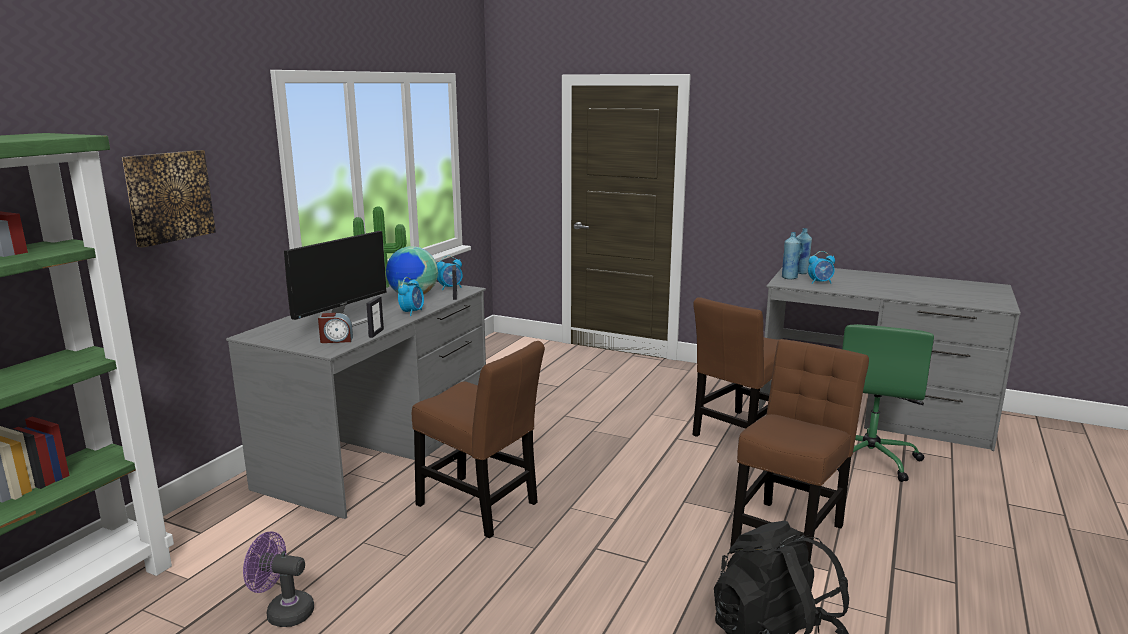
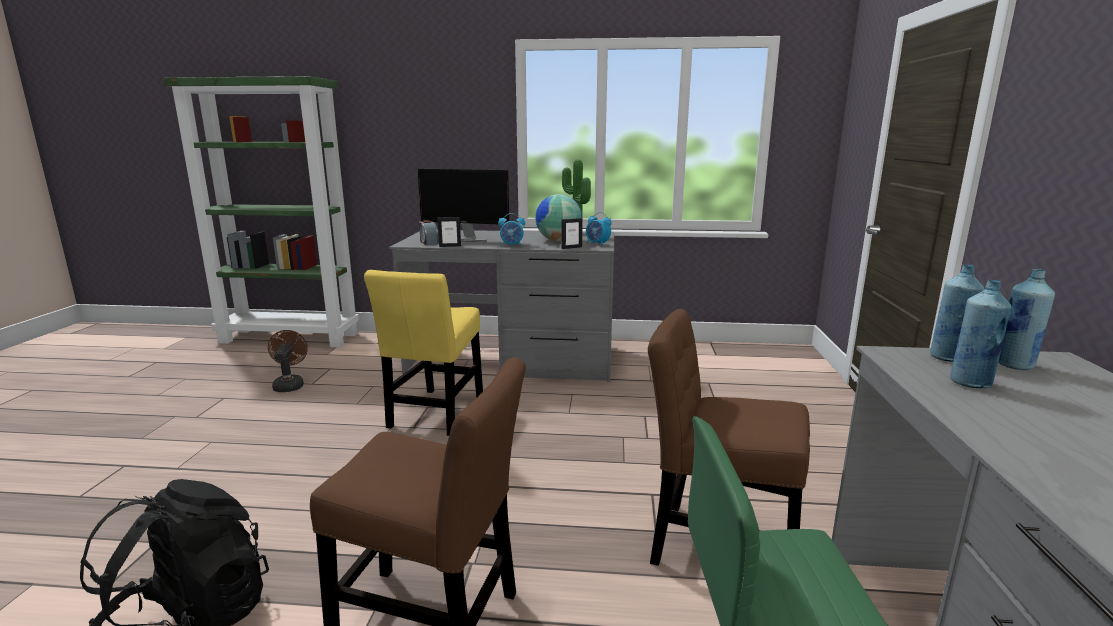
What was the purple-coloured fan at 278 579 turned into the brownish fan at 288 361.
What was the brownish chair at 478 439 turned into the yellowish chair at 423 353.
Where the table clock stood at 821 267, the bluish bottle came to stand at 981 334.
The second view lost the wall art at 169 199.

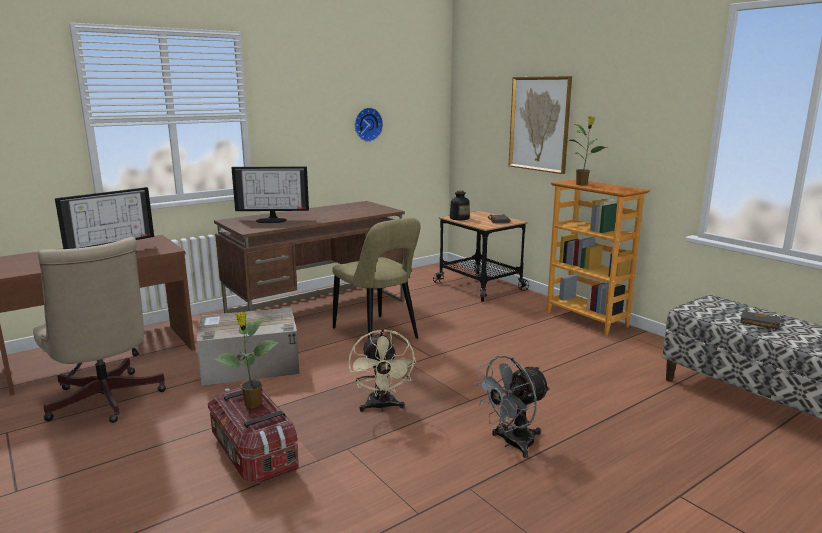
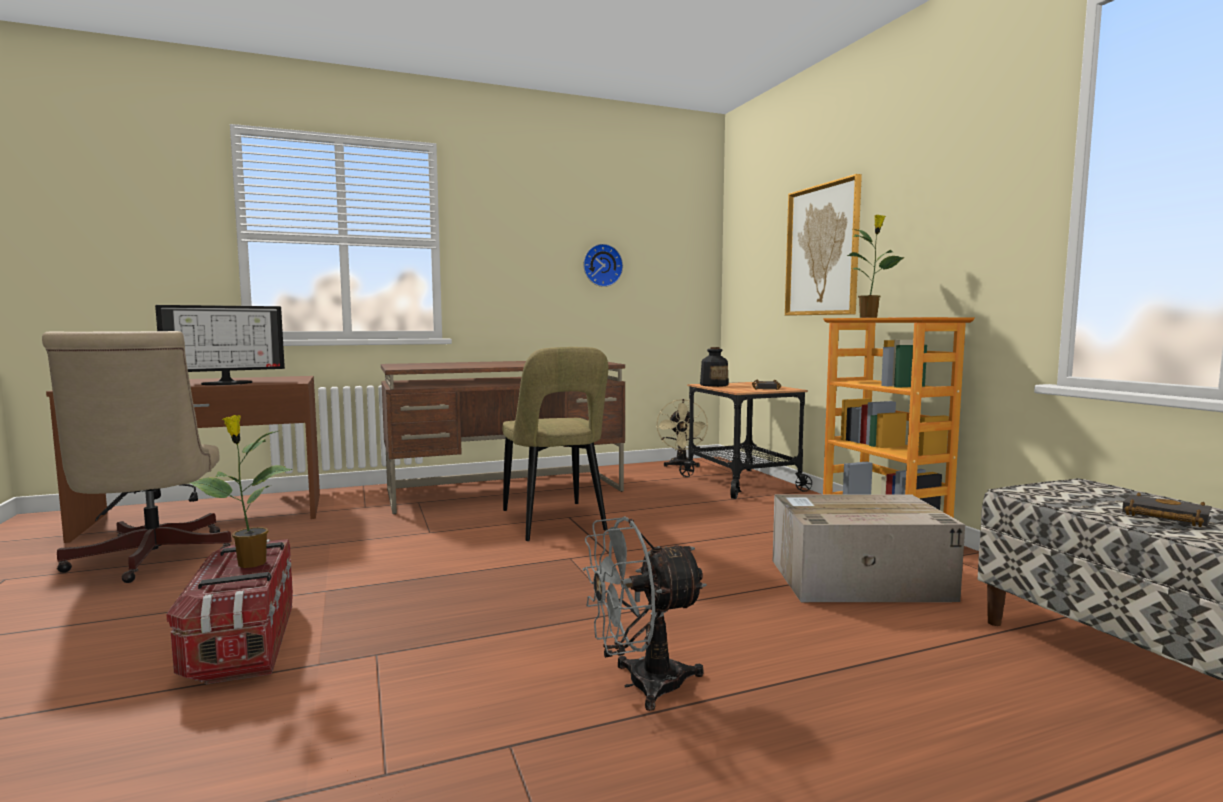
The beige fan ended up elsewhere, having gone from 382 370 to 682 433.
The cardboard box ended up elsewhere, having gone from 248 347 to 869 548.
The second view lost the computer display at 270 195.

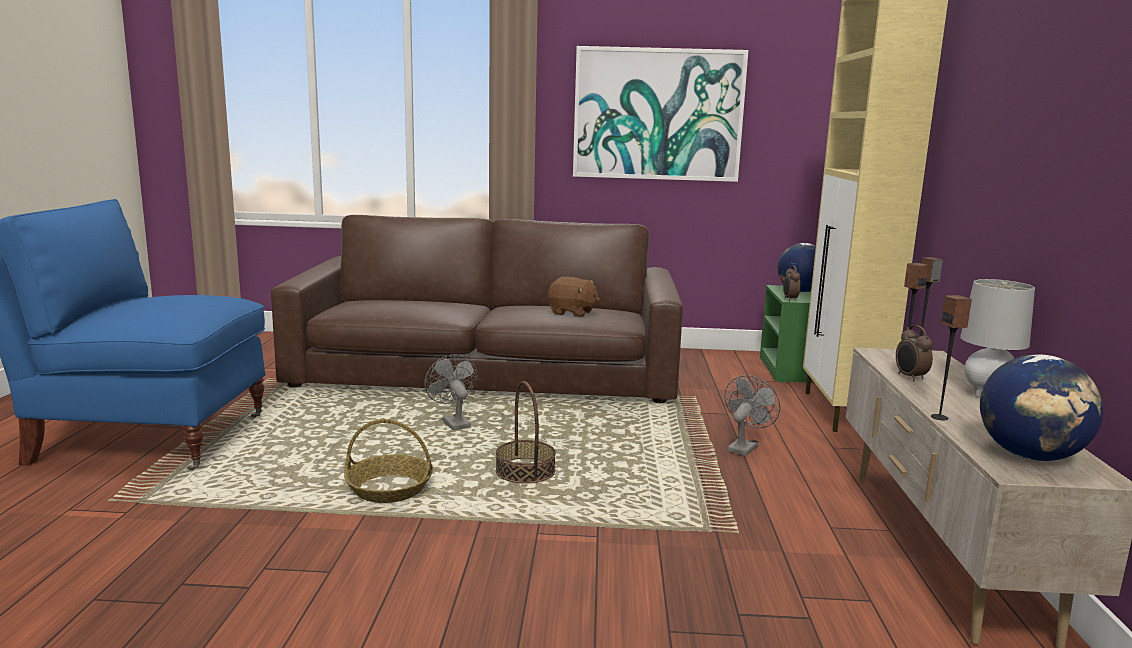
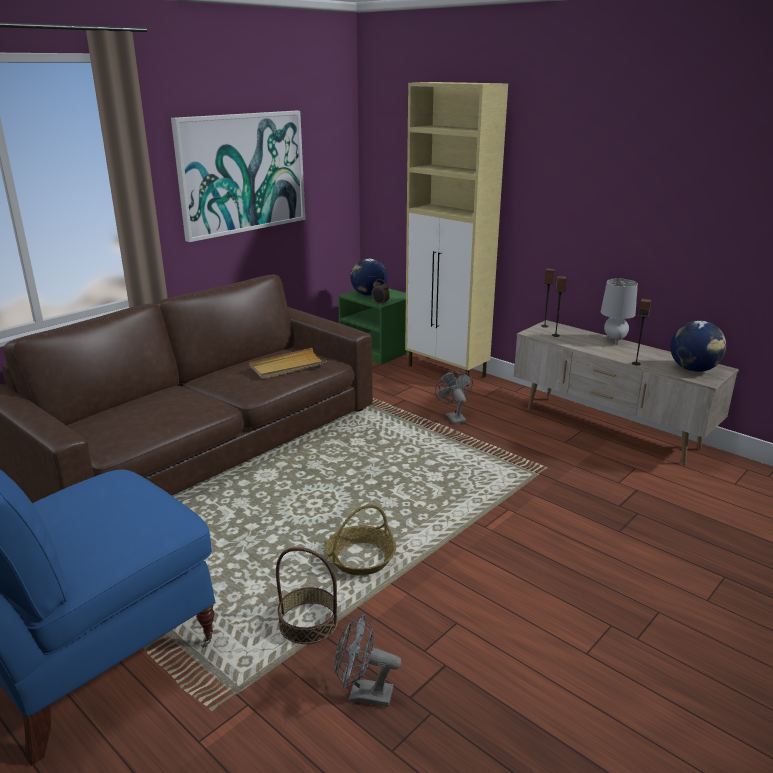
Where the brownish plush toy stood at 574 297, the beige carrying tray came to stand at 288 363.
The basket ended up elsewhere, having gone from 526 432 to 307 595.
The greyish fan ended up elsewhere, having gone from 451 392 to 368 660.
The second view lost the table clock at 914 353.

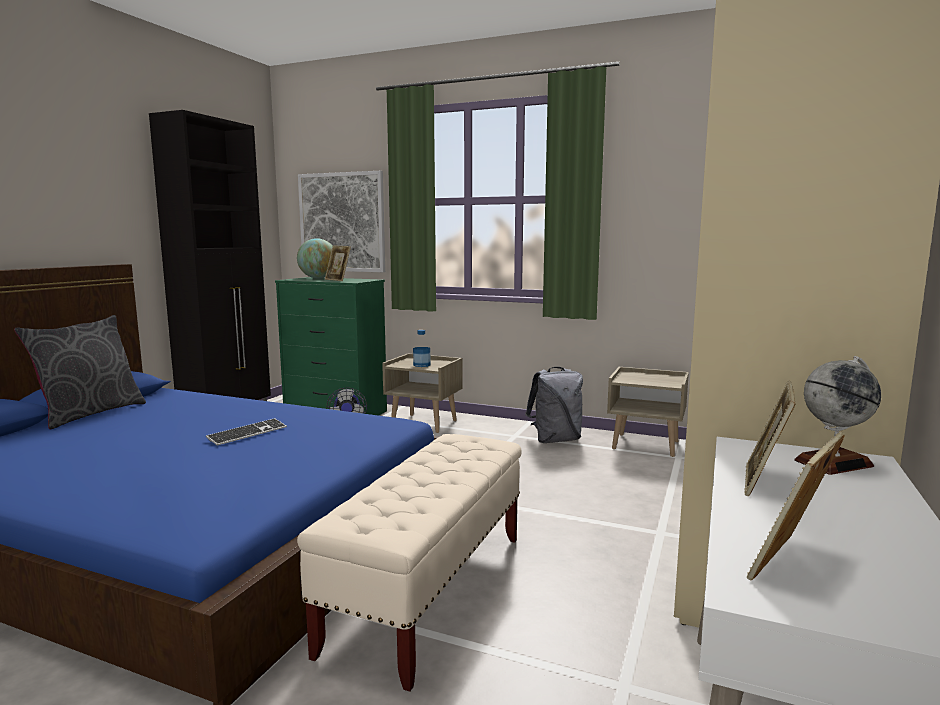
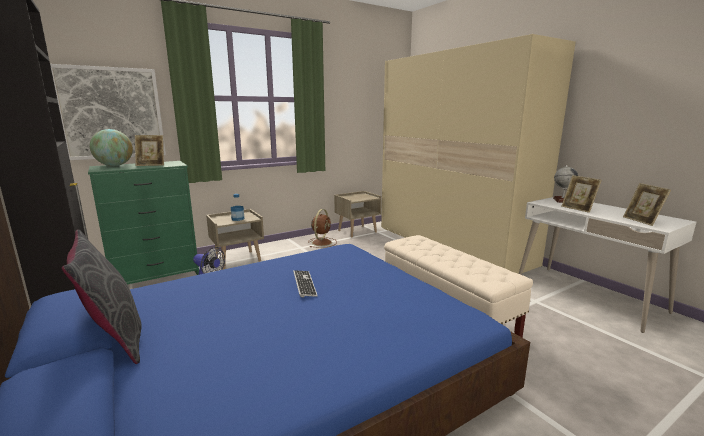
Where the greyish rucksack stood at 554 405, the brownish fan came to stand at 322 228.

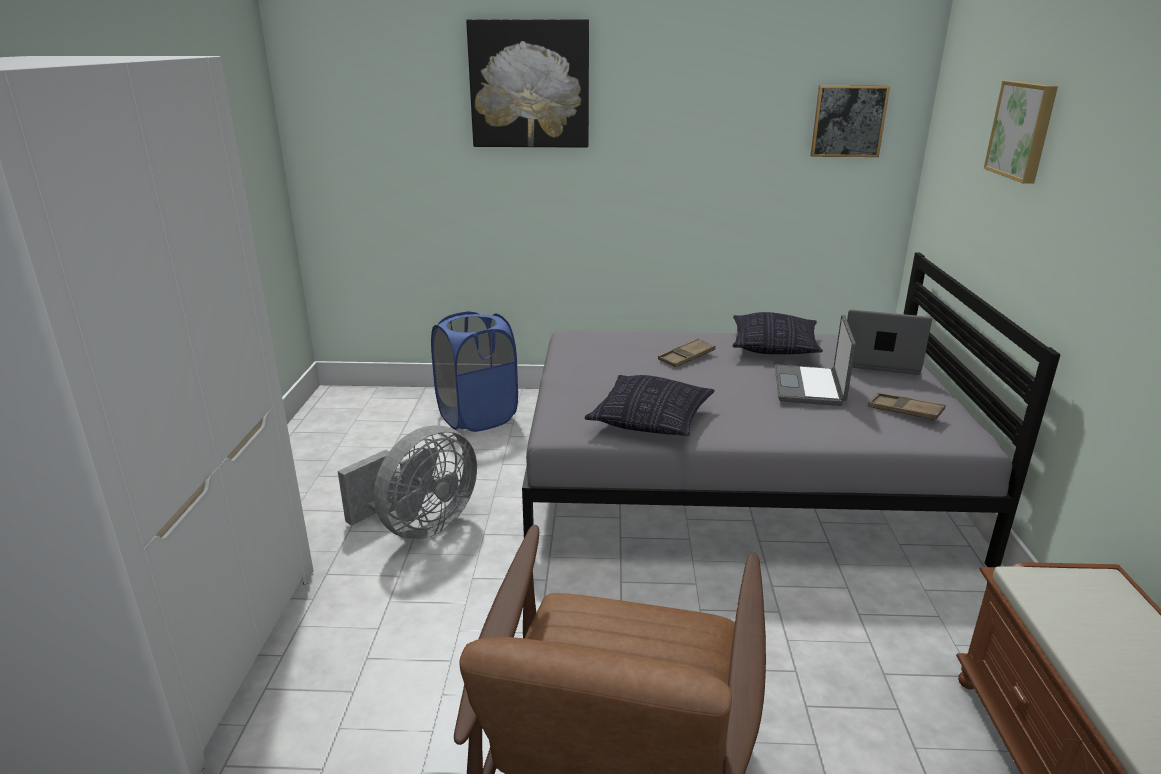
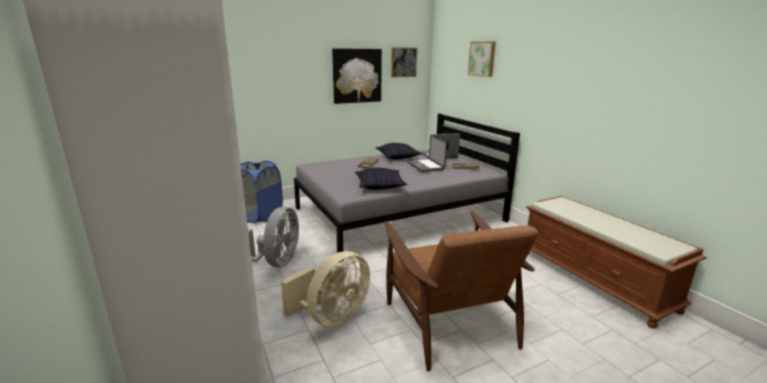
The second view gained the beige fan at 325 289.
The wall art ended up elsewhere, having gone from 527 83 to 357 76.

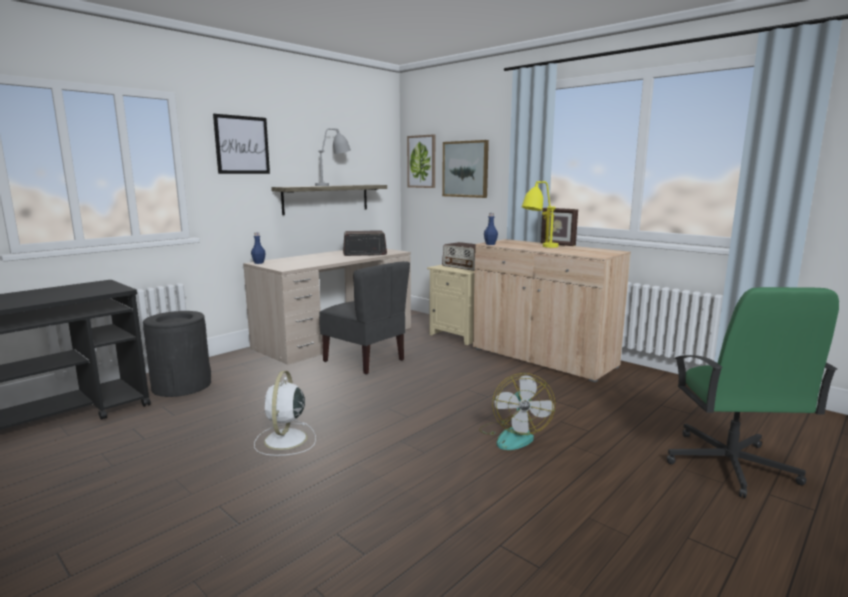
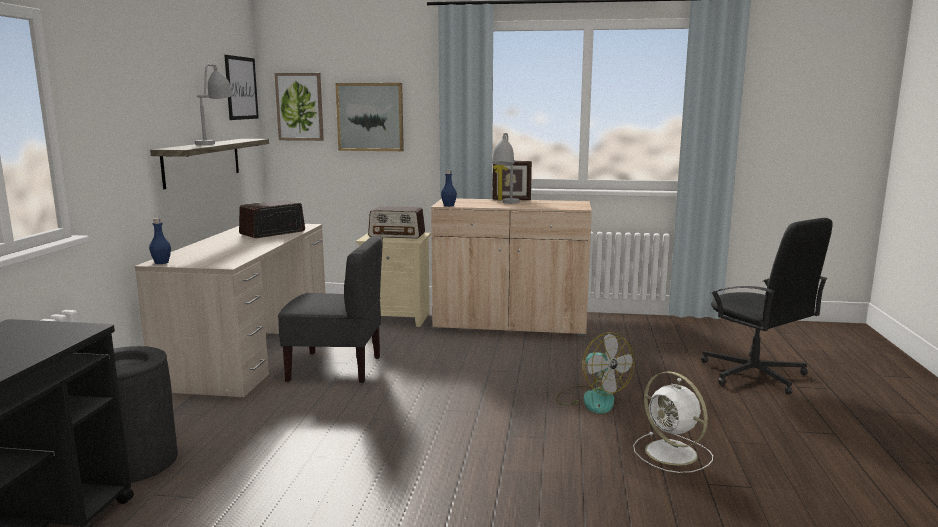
The wall art ended up elsewhere, having gone from 241 144 to 241 87.
What was the yellowish lamp for a table at 540 214 turned into the greyish lamp for a table at 505 168.
The whitish fan ended up elsewhere, having gone from 285 413 to 673 422.
What was the green-coloured desk chair at 753 392 turned into the black desk chair at 766 306.

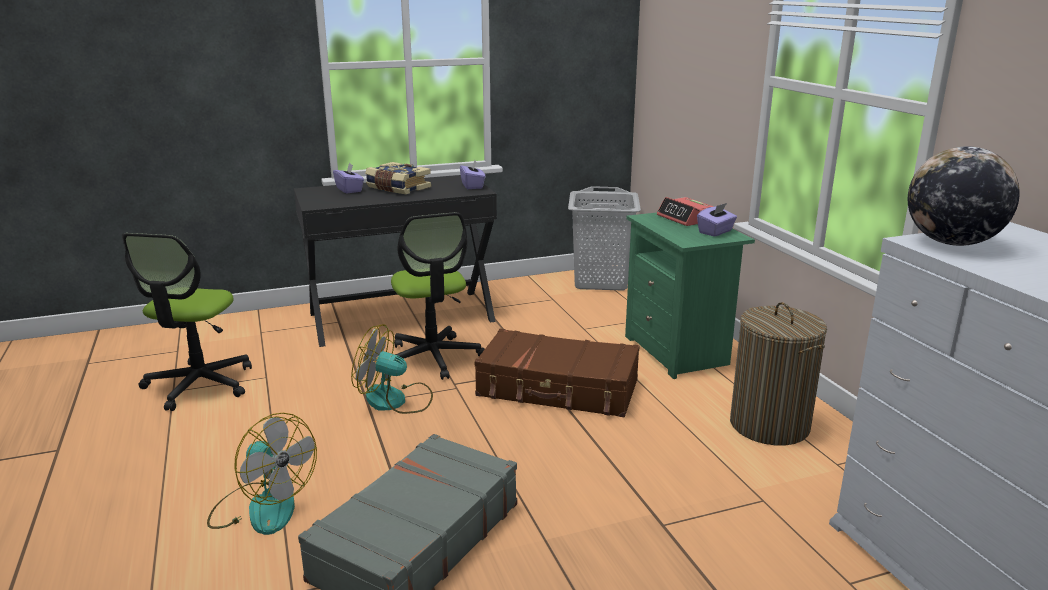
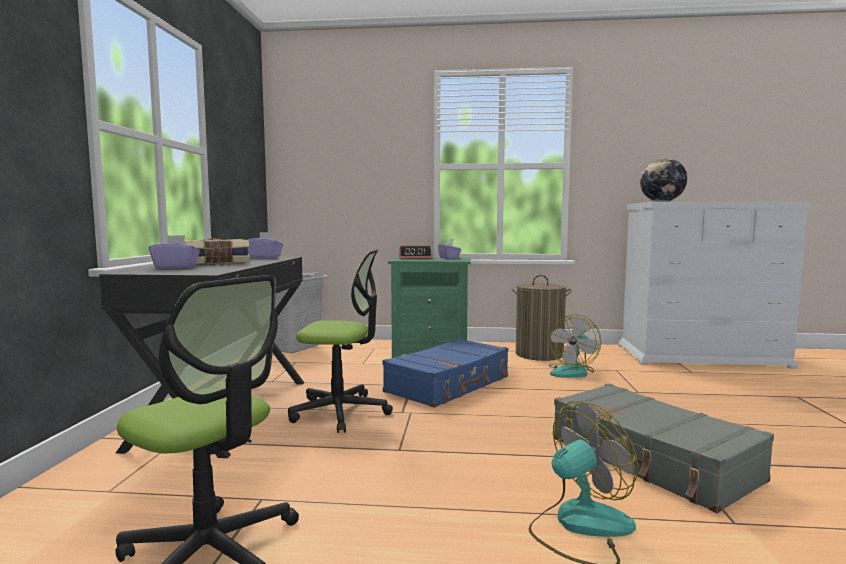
What was the brownish travel case at 557 373 turned into the bluish travel case at 445 373.
The fan ended up elsewhere, having gone from 392 369 to 575 346.

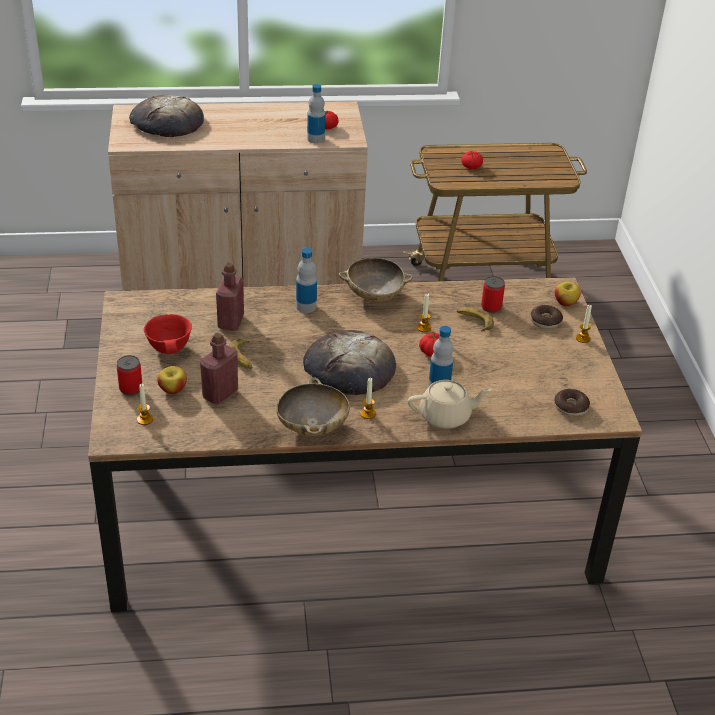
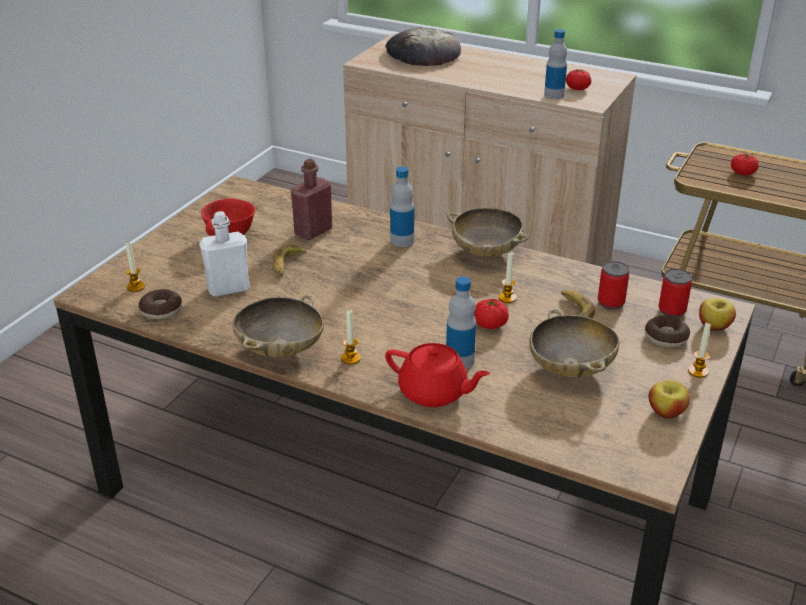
The donut ended up elsewhere, having gone from 572 402 to 160 304.
What was the red bottle at 219 368 turned into the whitish bottle at 224 254.
What was the beige teapot at 450 404 turned into the red teapot at 437 375.
The second view gained the beige deep dish at 574 344.
The whole apple ended up elsewhere, having gone from 172 380 to 669 399.
The sealed can ended up elsewhere, having gone from 129 375 to 675 293.
The second view lost the bread at 349 362.

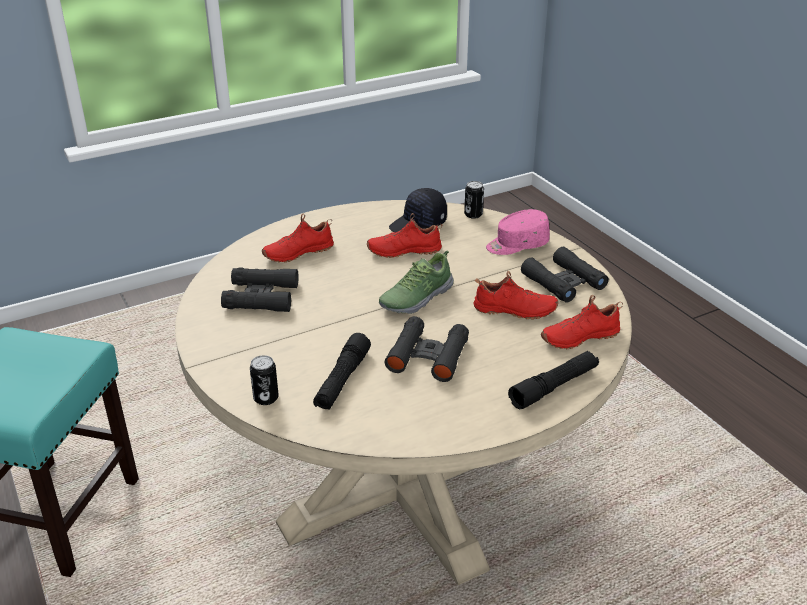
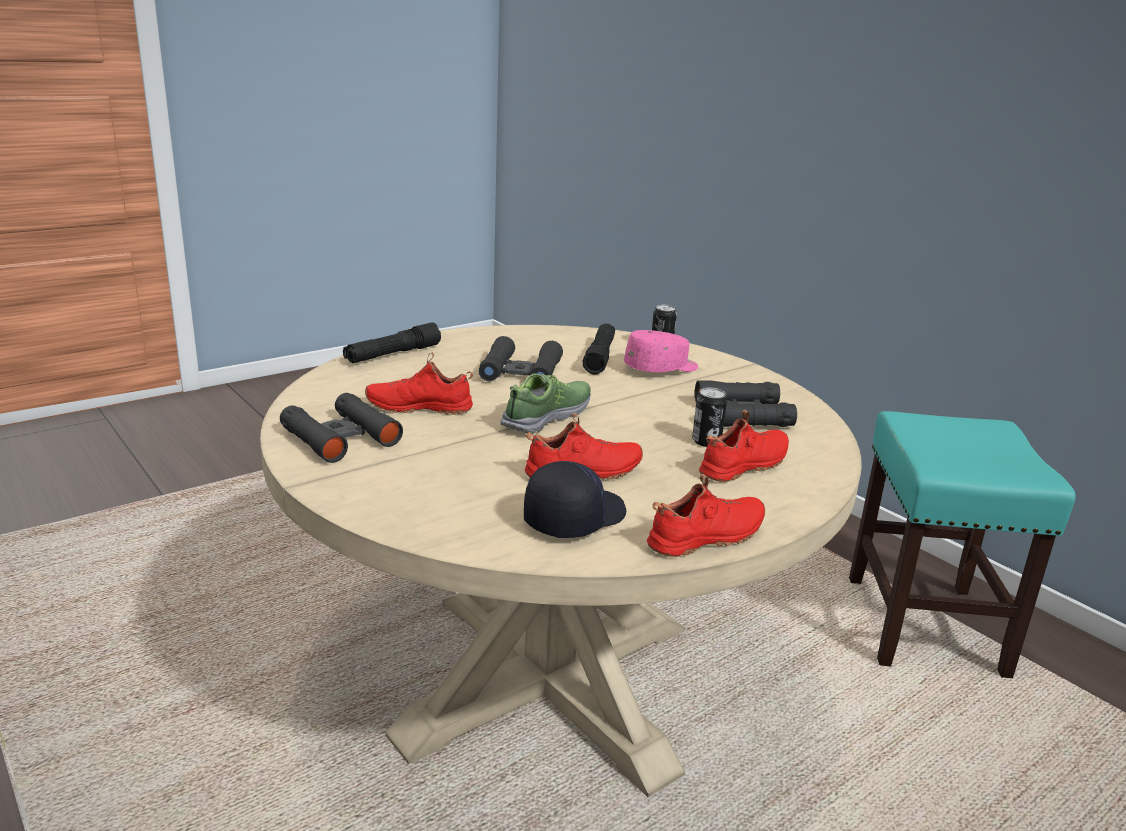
The pink peaked cap ended up elsewhere, having gone from 518 232 to 661 351.
The red item of footwear ended up elsewhere, having gone from 582 321 to 706 515.
The sealed can ended up elsewhere, having gone from 474 200 to 709 417.

